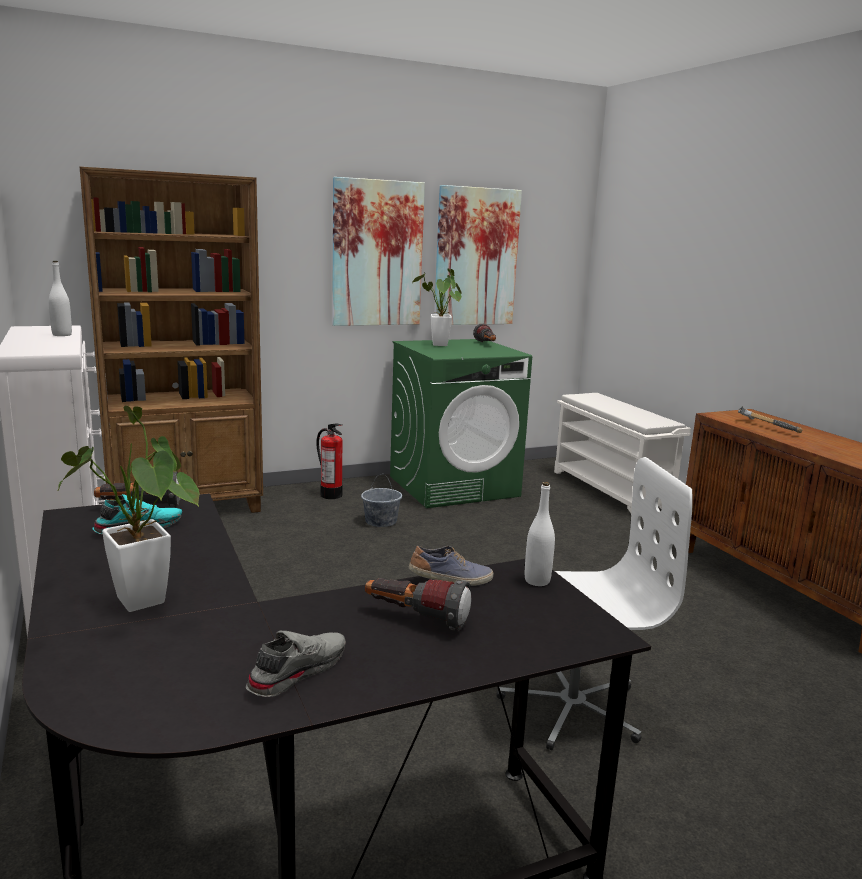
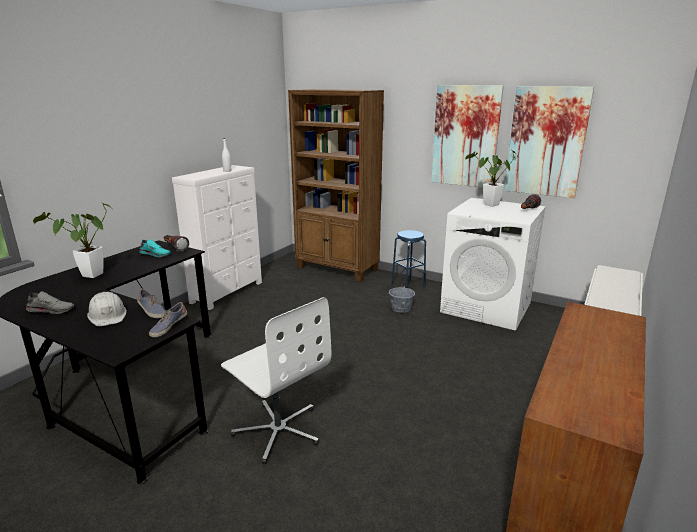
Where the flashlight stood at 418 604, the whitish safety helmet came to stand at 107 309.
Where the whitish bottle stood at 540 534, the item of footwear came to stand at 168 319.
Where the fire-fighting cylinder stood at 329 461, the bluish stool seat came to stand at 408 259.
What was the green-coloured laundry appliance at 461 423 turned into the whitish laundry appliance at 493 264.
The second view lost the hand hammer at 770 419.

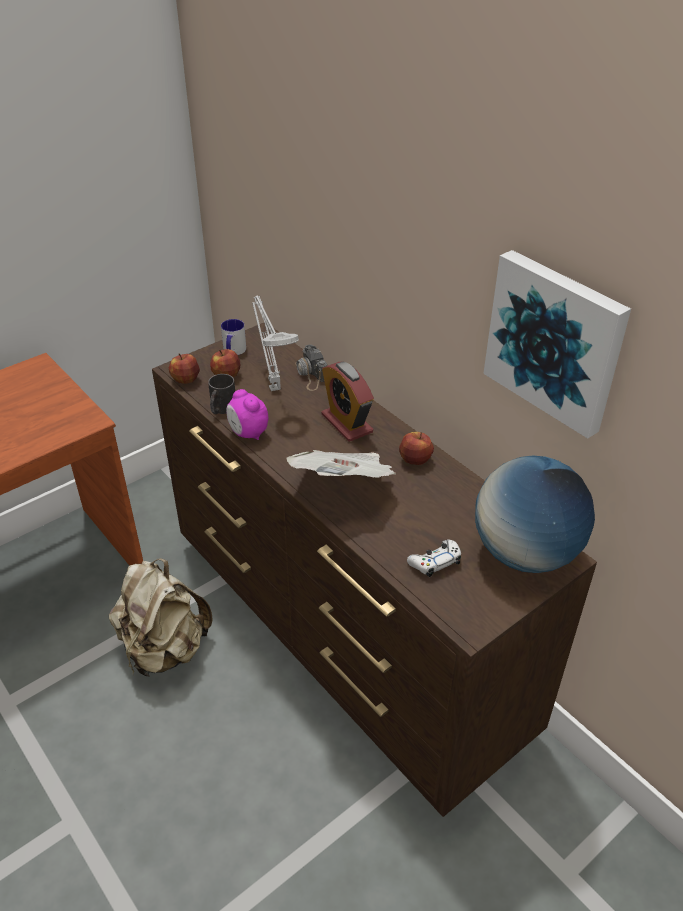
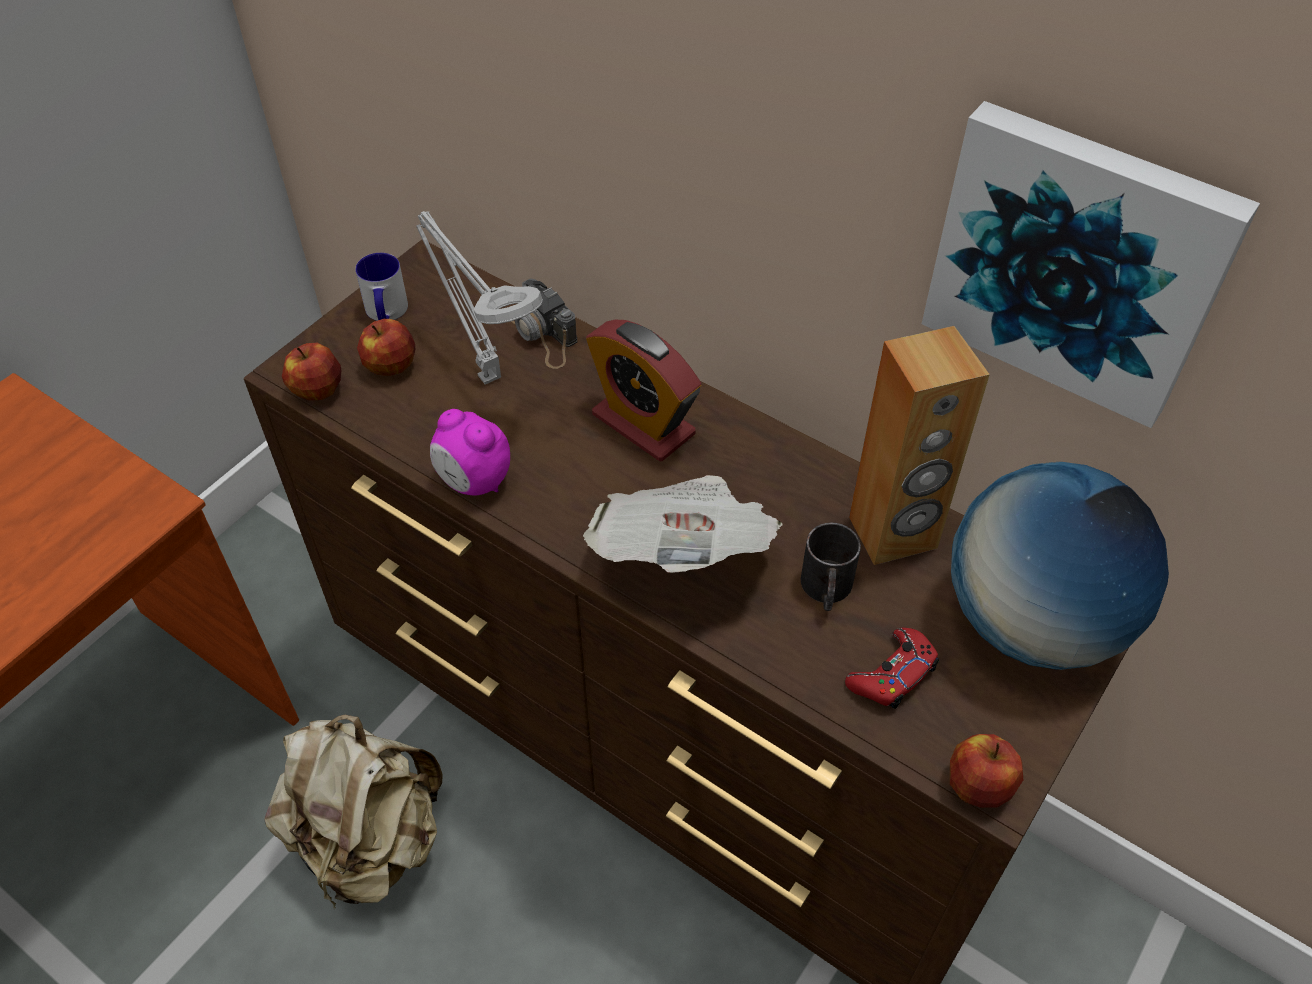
The black coffee mug ended up elsewhere, having gone from 221 394 to 831 567.
What was the whitish gamepad at 434 558 turned into the red gamepad at 892 668.
The second view gained the brownish audio speaker at 919 445.
The whole apple ended up elsewhere, having gone from 416 448 to 986 771.

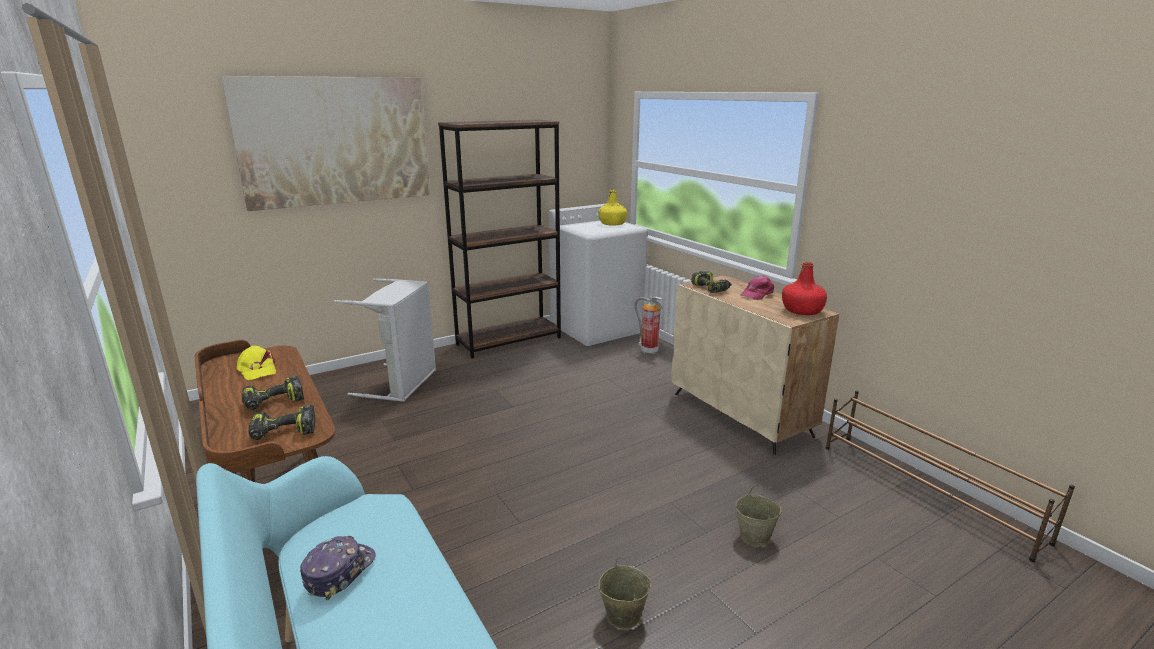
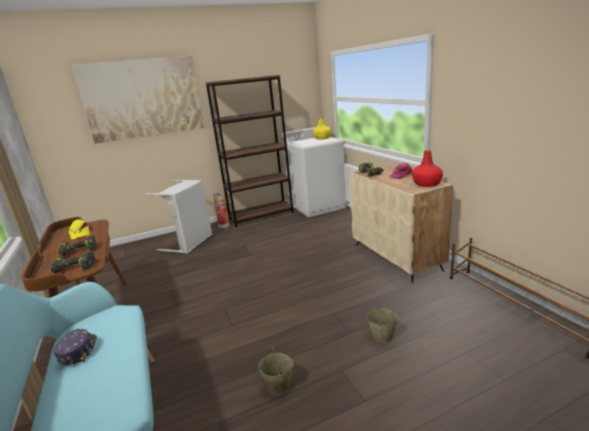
The peaked cap at 338 568 ended up facing another way, 45 degrees counterclockwise from before.
The fire-fighting cylinder ended up elsewhere, having gone from 649 325 to 221 210.

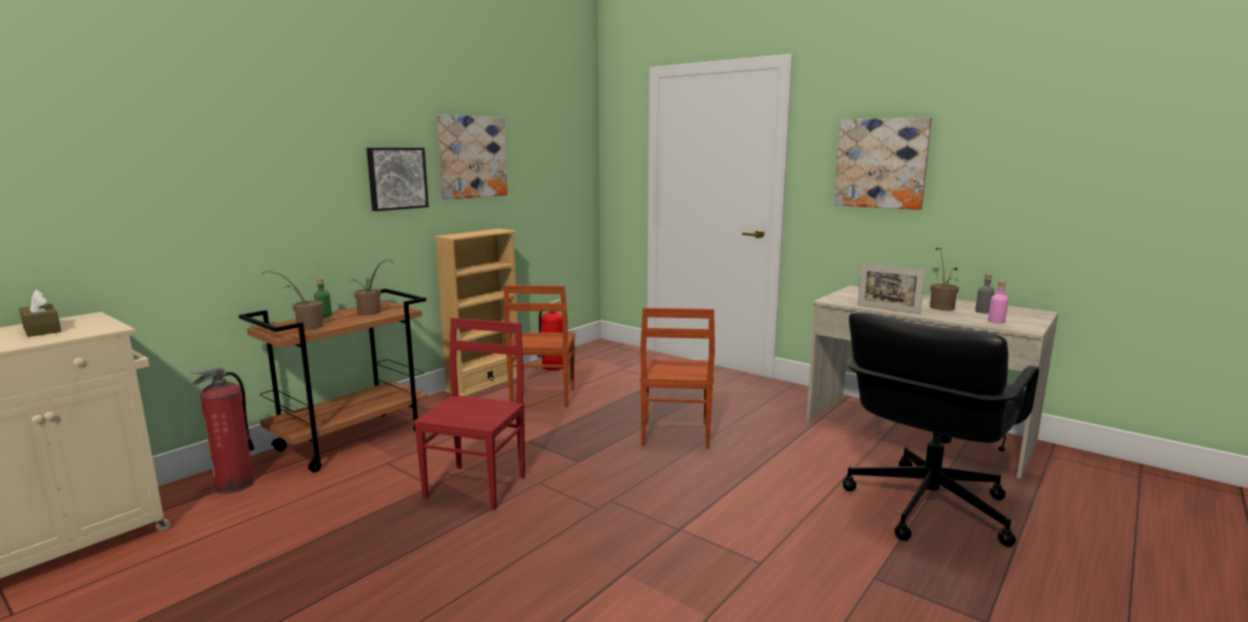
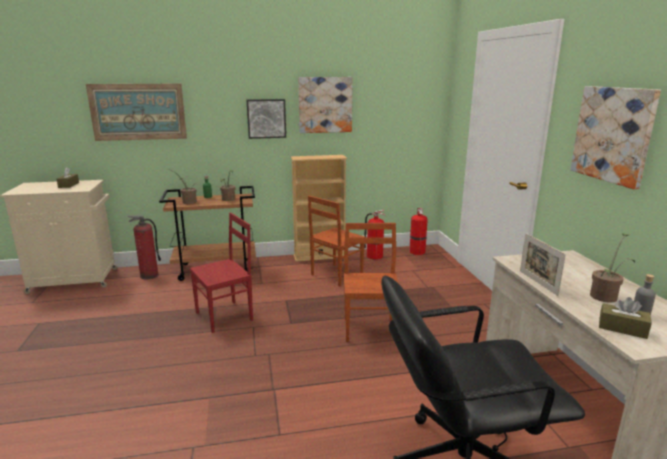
The second view gained the wall art at 136 112.
The brownish chair at 677 378 ended up facing another way, 135 degrees clockwise from before.
The second view gained the fire-fighting cylinder at 418 231.
Where the pink bottle stood at 998 302, the brownish tissue box came to stand at 625 318.

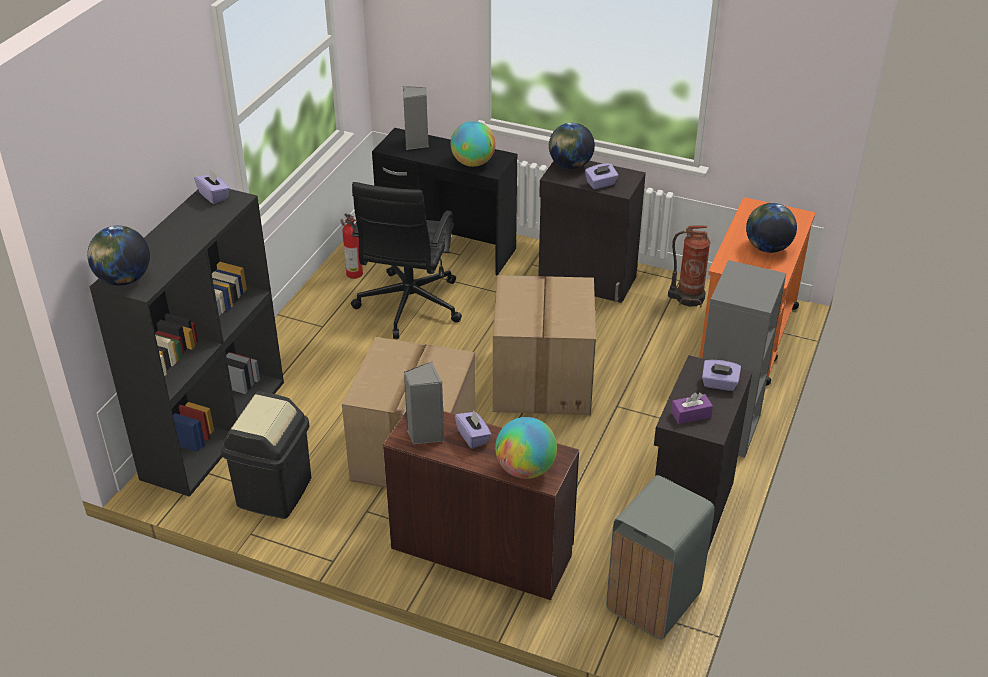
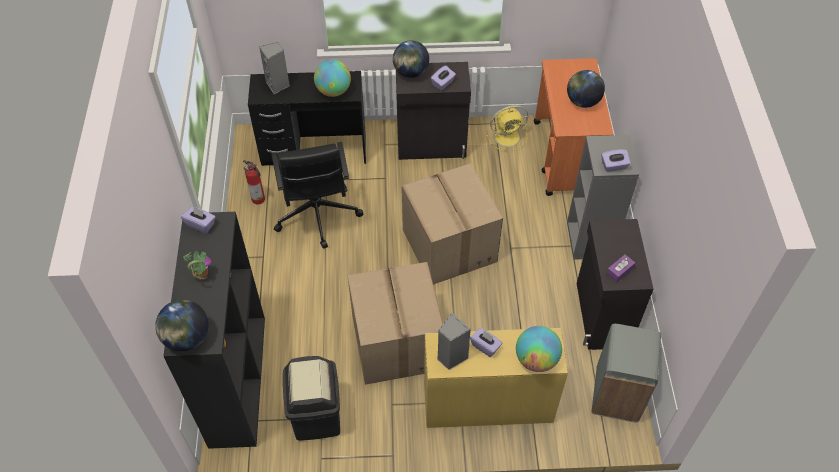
The second view gained the houseplant at 197 266.
What was the brownish desk at 481 505 turned into the yellowish desk at 496 378.
Where the fire-fighting cylinder stood at 689 266, the yellowish fan came to stand at 507 128.
The purple-coloured tissue box ended up elsewhere, having gone from 721 375 to 616 160.

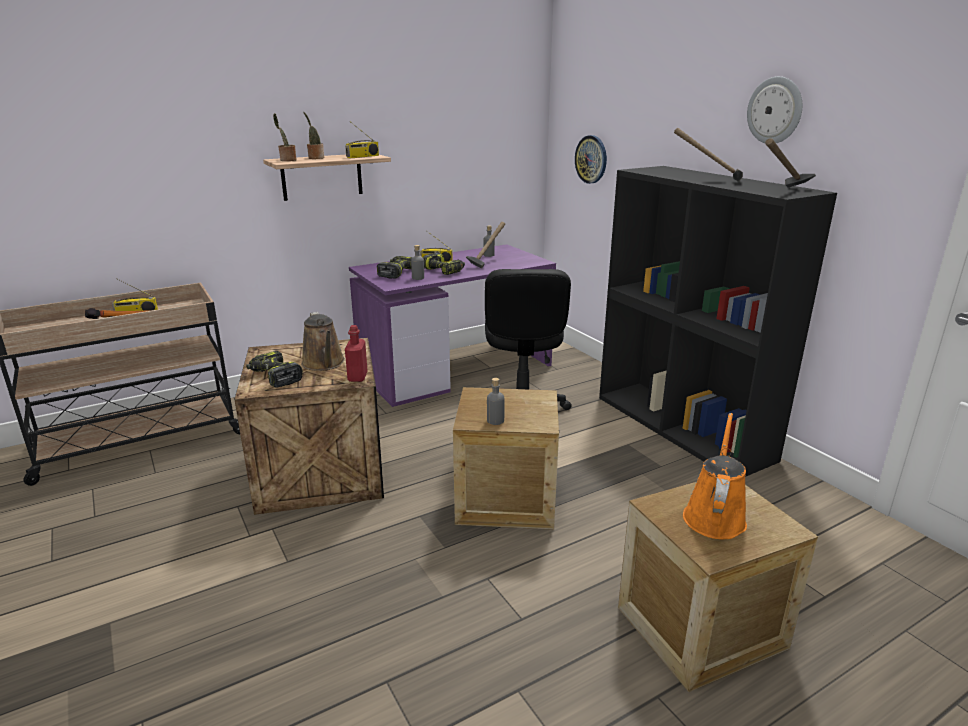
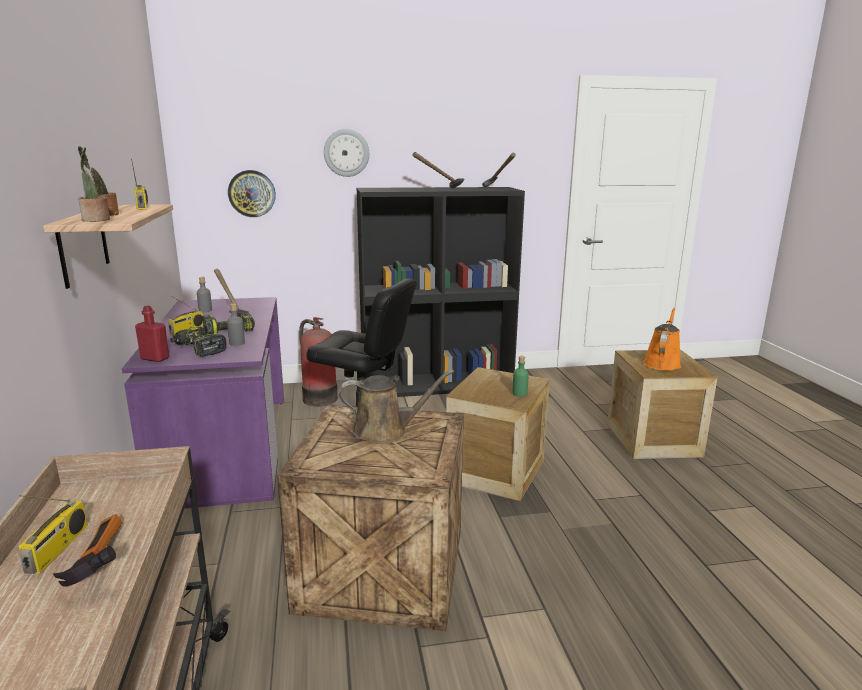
The red bottle ended up elsewhere, having gone from 356 353 to 152 334.
The second view gained the fire-fighting cylinder at 318 361.
The wall clock ended up elsewhere, having gone from 774 109 to 346 153.
What was the greyish bottle at 495 401 turned into the green-coloured bottle at 521 376.
The orangey watering can at 715 476 ended up facing another way, 75 degrees clockwise from before.
The second view lost the power drill at 274 369.

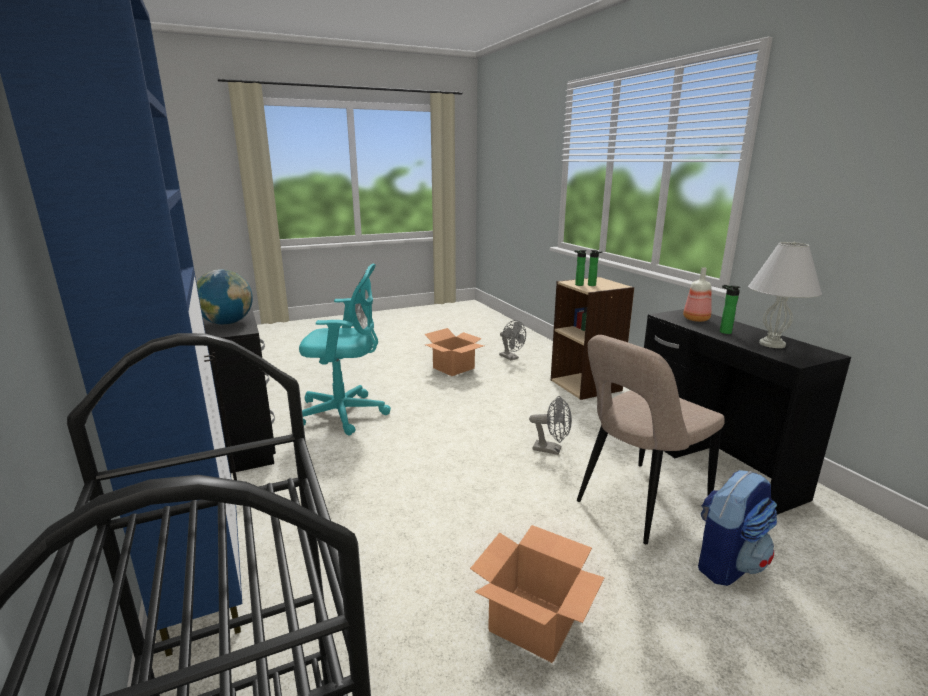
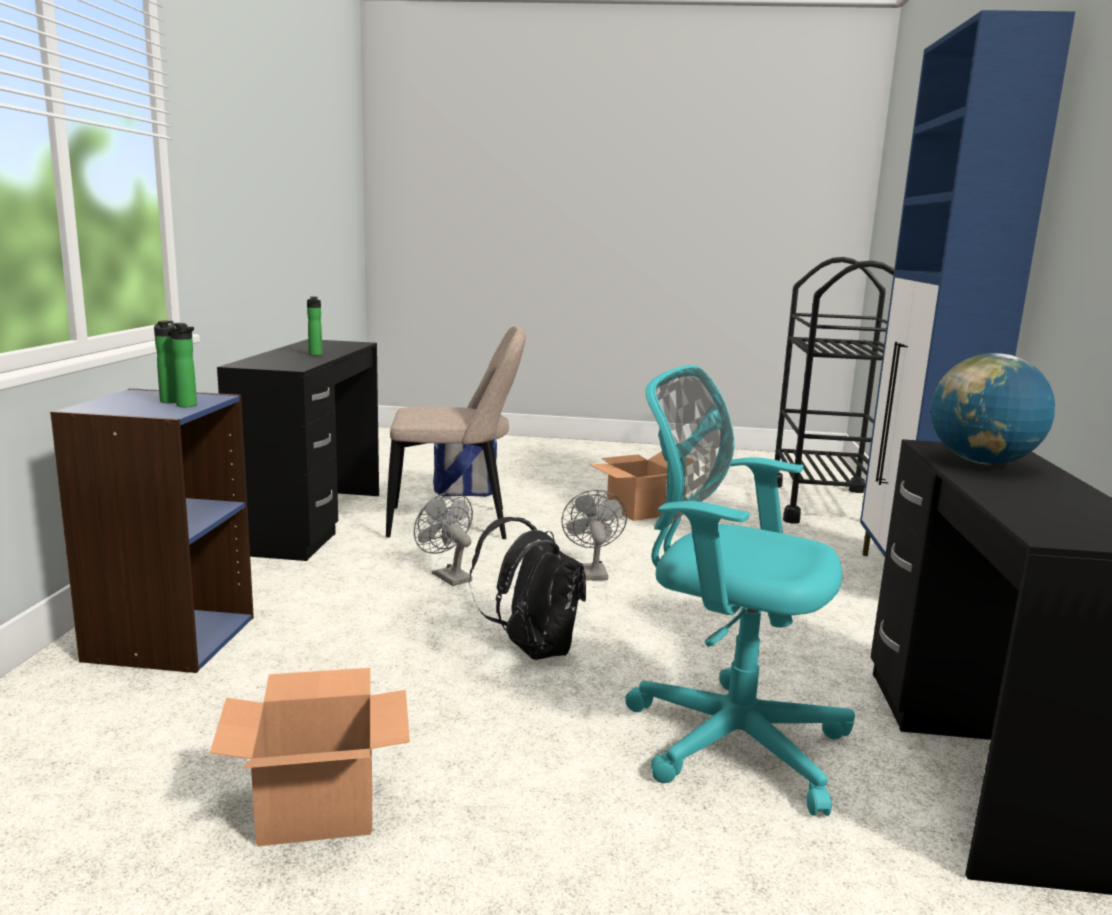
What was the beige shelving unit at 592 338 turned into the bluish shelving unit at 152 530.
The second view gained the black rucksack at 527 588.
The greyish fan ended up elsewhere, having gone from 512 340 to 594 535.
The second view lost the bottle at 697 294.
The second view lost the whitish lamp for a table at 785 295.

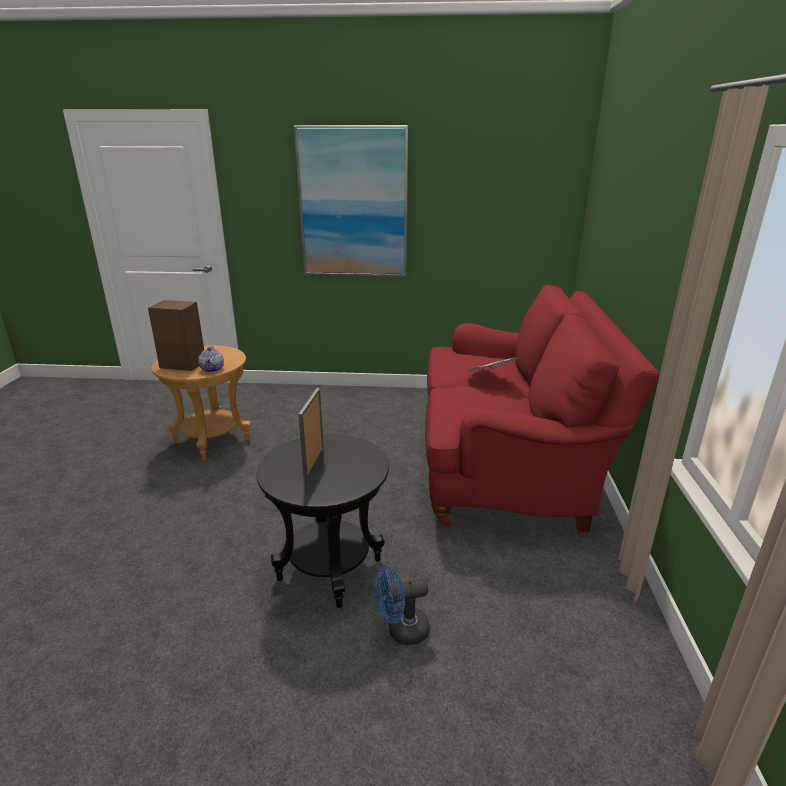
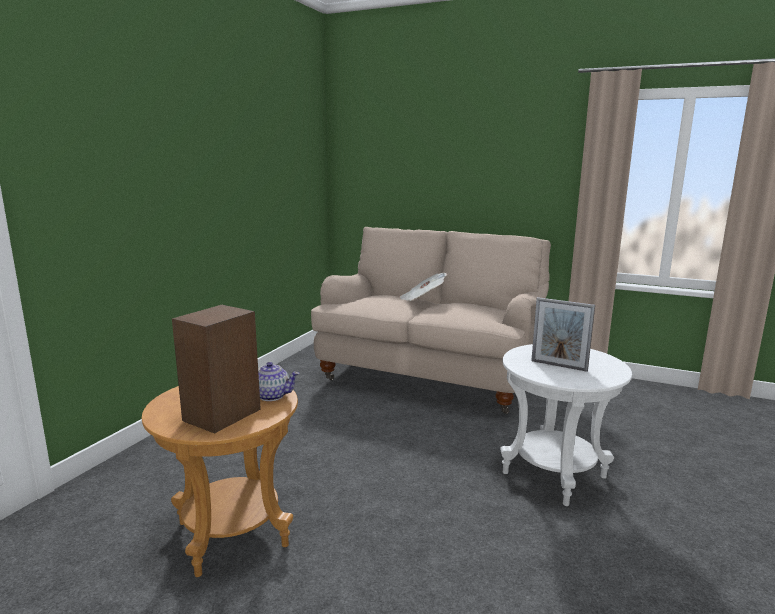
What was the red settee at 542 408 turned into the beige settee at 431 320.
What was the black side table at 323 521 turned into the whitish side table at 566 425.
The second view lost the wall art at 351 201.
The second view lost the bluish fan at 402 605.

